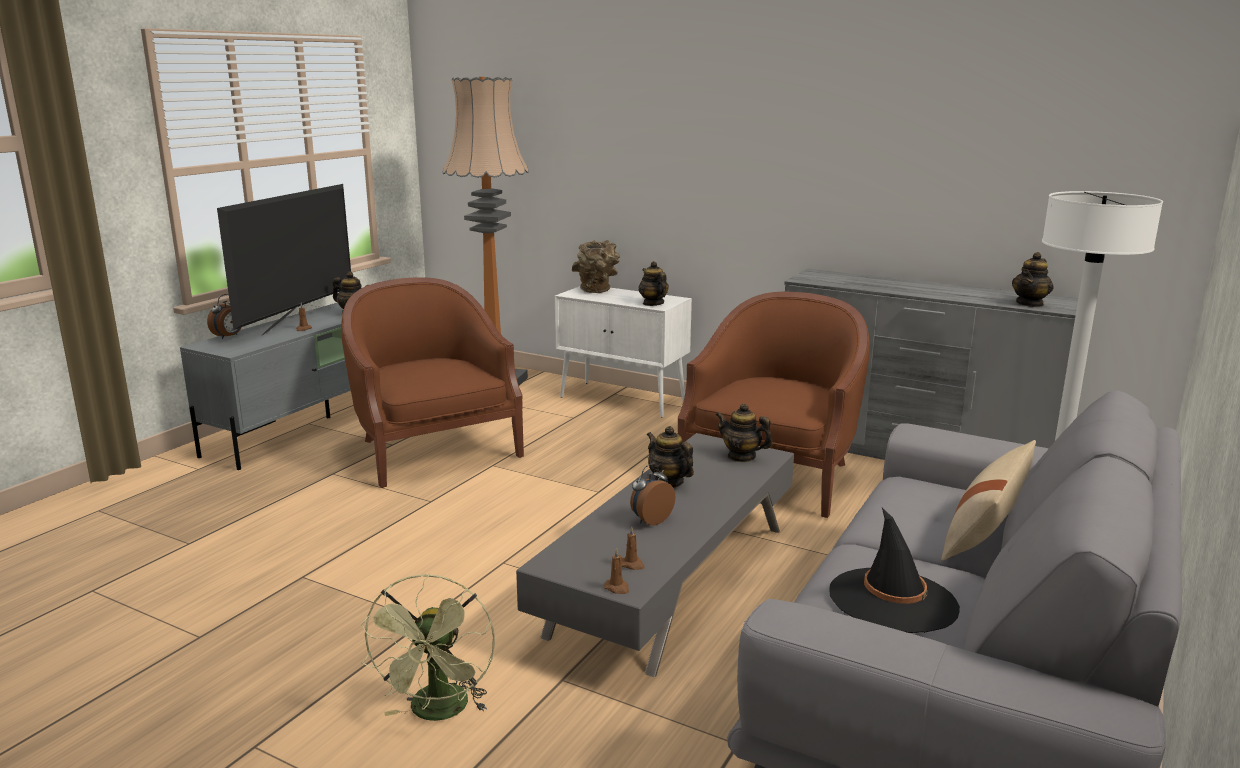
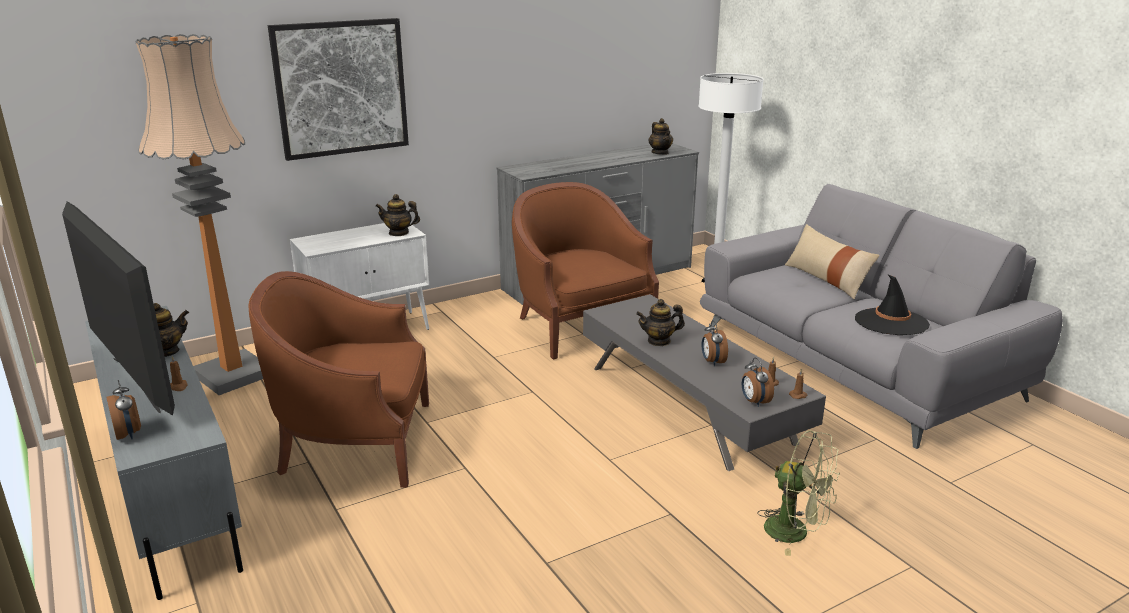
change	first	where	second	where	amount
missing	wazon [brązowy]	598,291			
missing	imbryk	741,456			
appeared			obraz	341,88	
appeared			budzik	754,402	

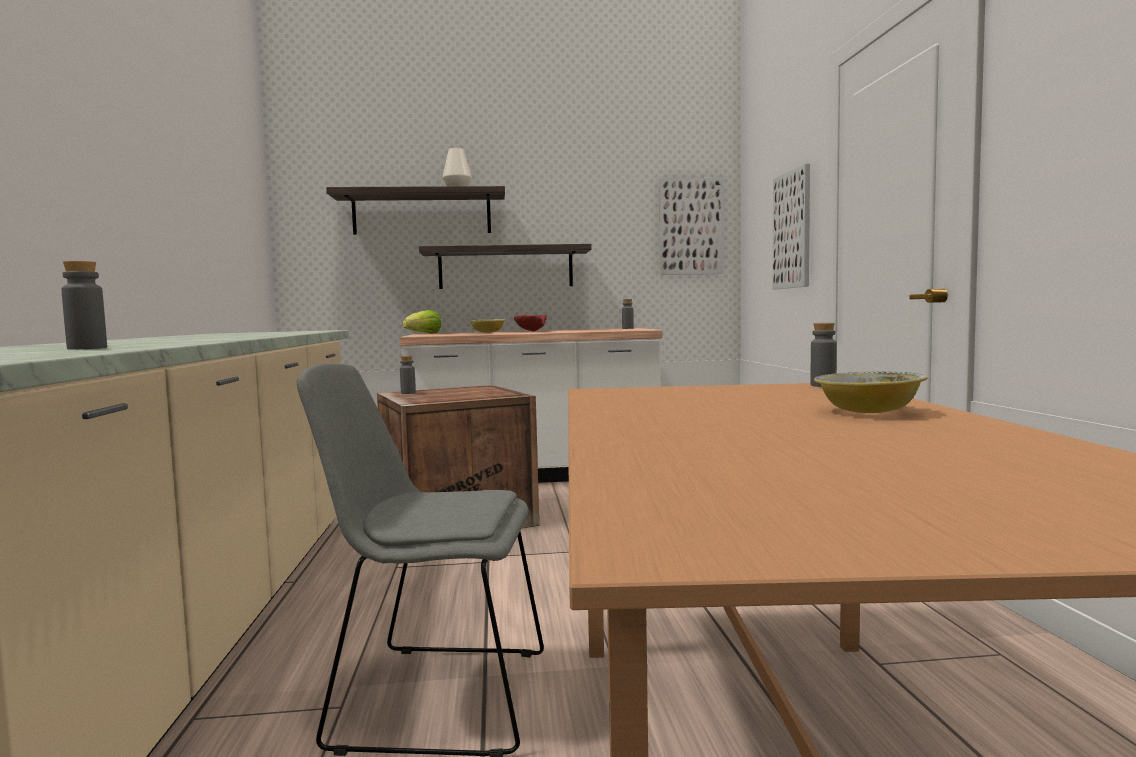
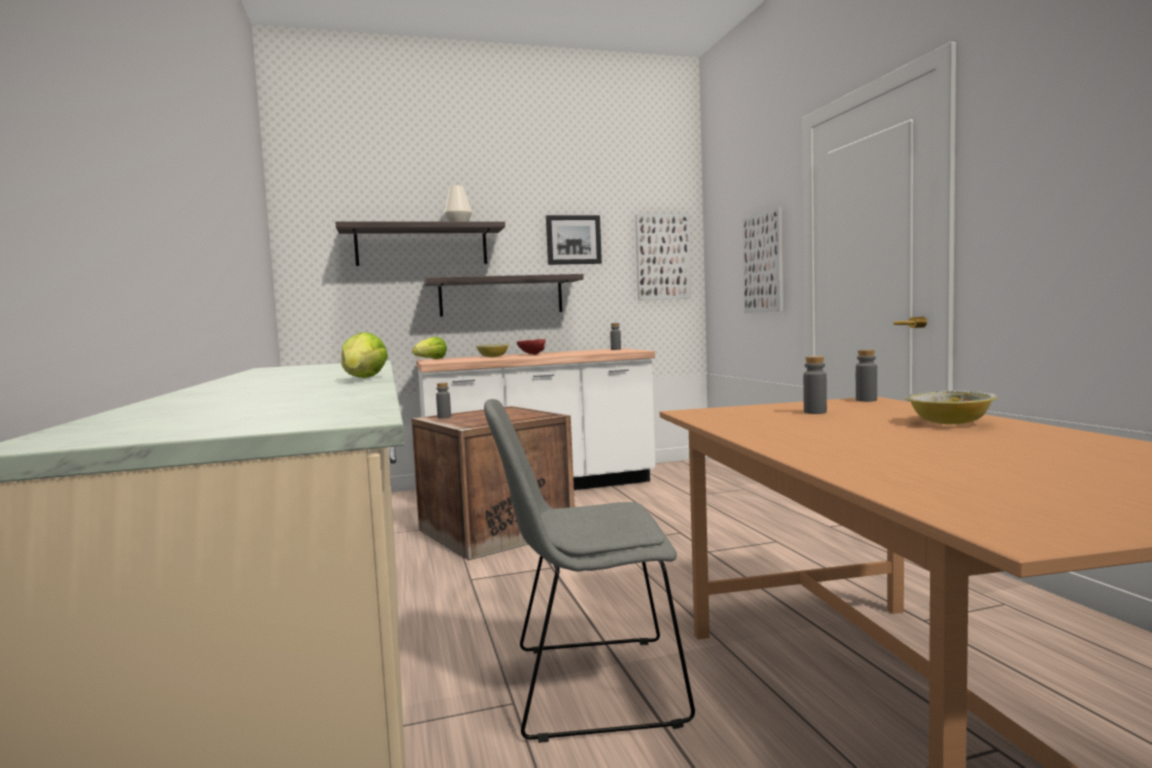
change	first	where	second	where	amount
relocated	butelka [szary]	87,348		815,412	
appeared			sałata	363,379	
appeared			obraz	573,240	

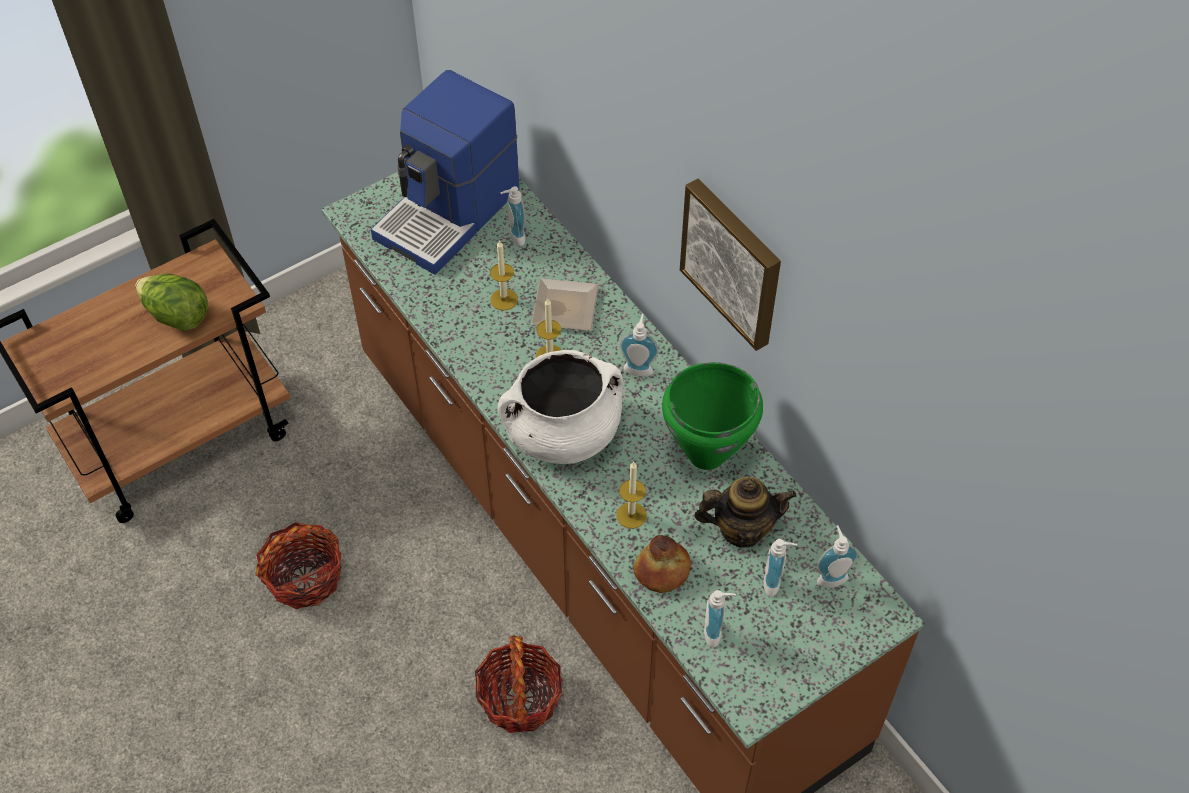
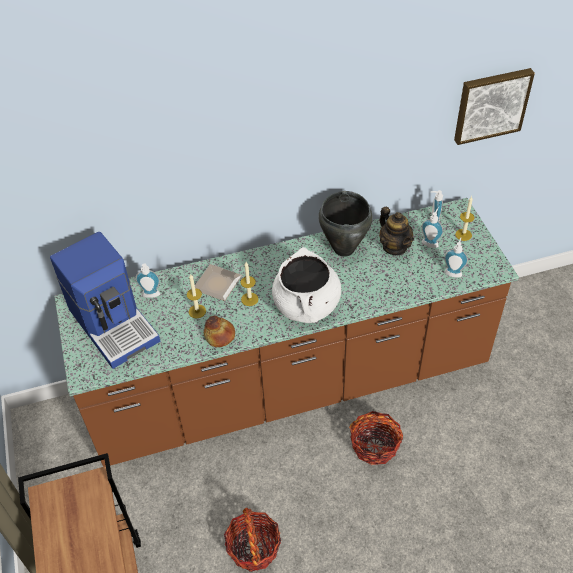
change	first	where	second	where	amount
missing	sałata	177,316			
relocated	świeca	631,515		463,235	
missing	dozownik mydła	638,367			
relocated	chleb	662,571		220,335	
colour	garnek [zielony]	705,454	garnek [czarny]	343,249	
relocated	obraz	733,262		491,104	
spun	imbryk	741,528		394,247	135 degrees clockwise

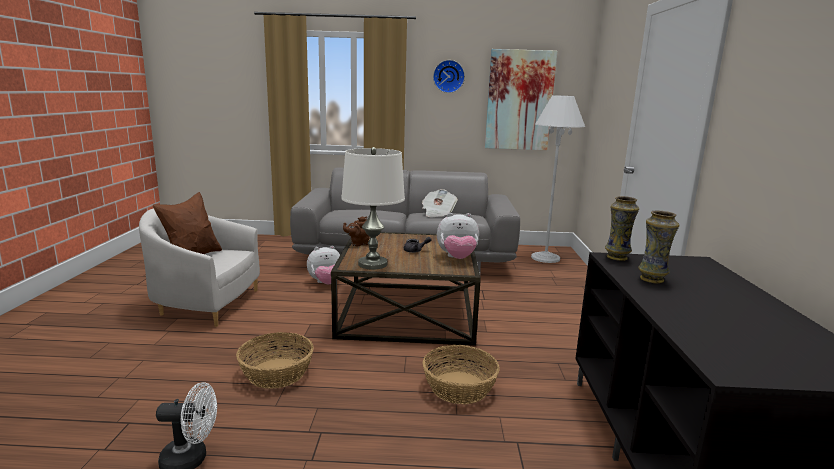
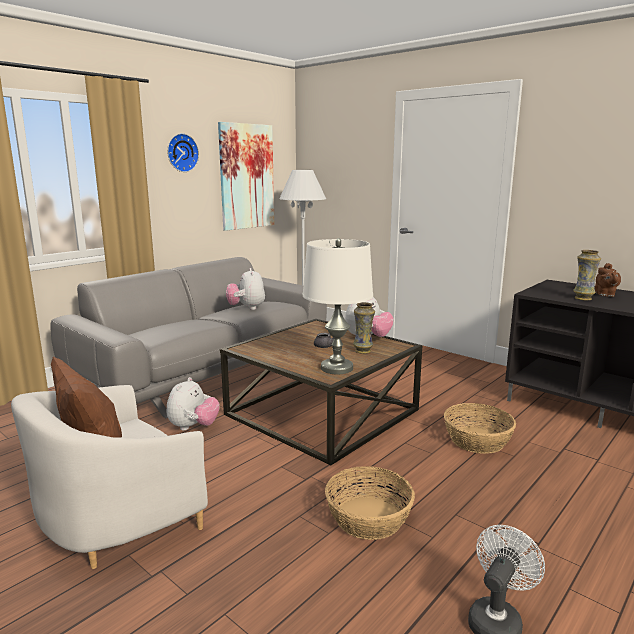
change	first	where	second	where	amount
relocated	imbryk [brązowy]	358,244		605,295	
exchanged	gazeta	438,213	pluszak	246,308	
relocated	wazon	617,257		363,351	

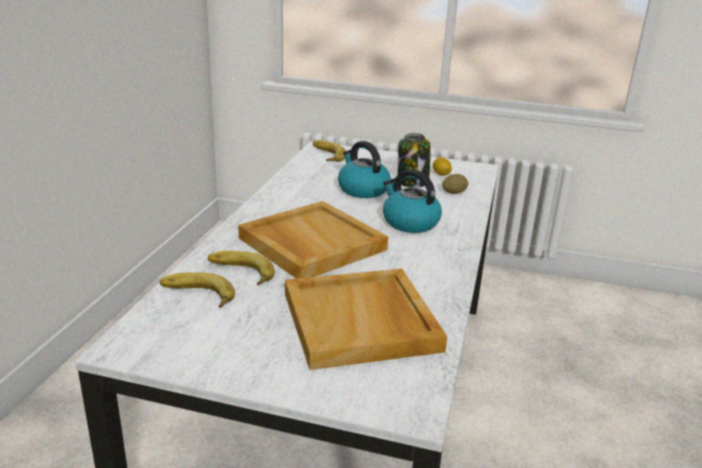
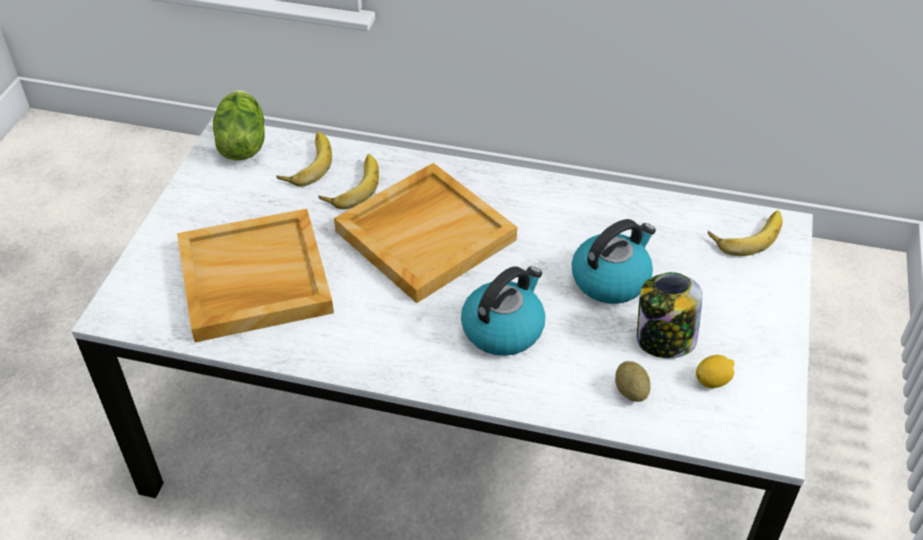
change	first	where	second	where	amount
appeared			sałata	241,144	

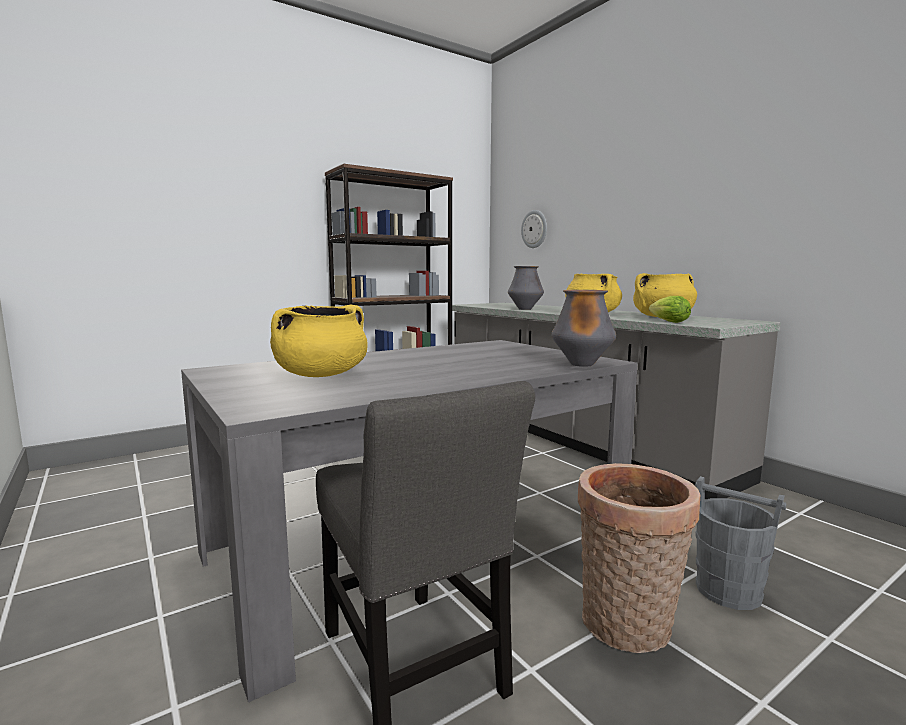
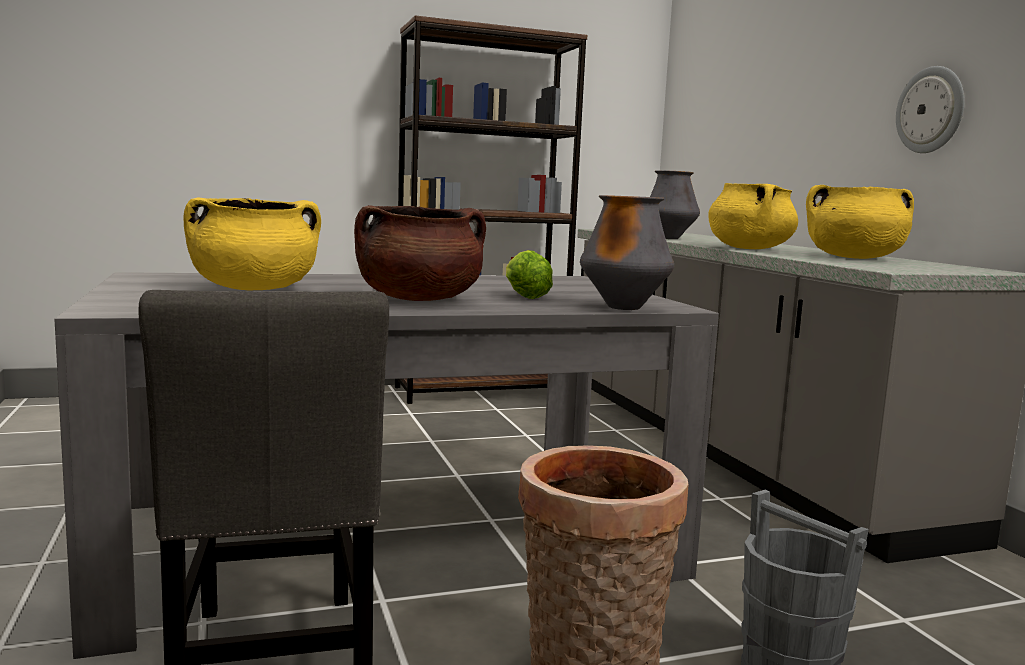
change	first	where	second	where	amount
relocated	zegar ścienny	534,229		931,110	
relocated	sałata	667,322		524,296	
appeared			garnek [brązowy]	419,299	

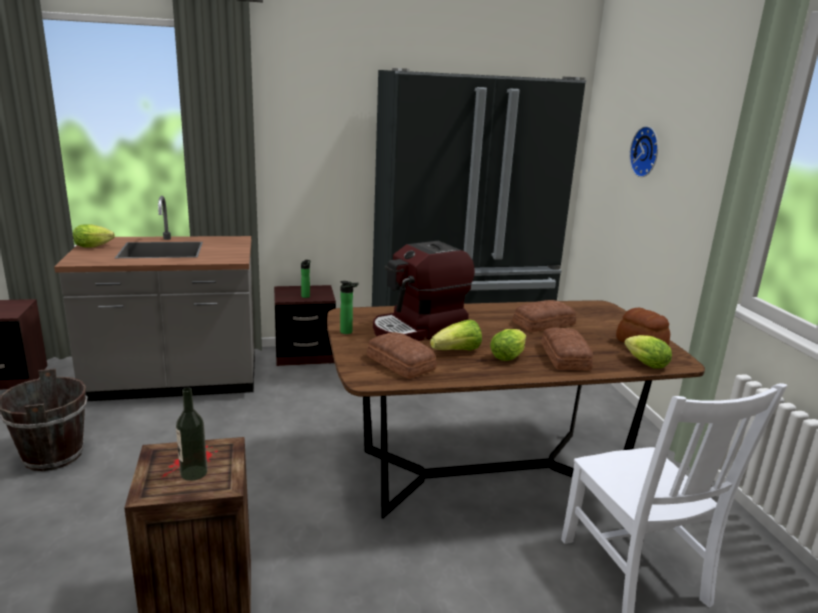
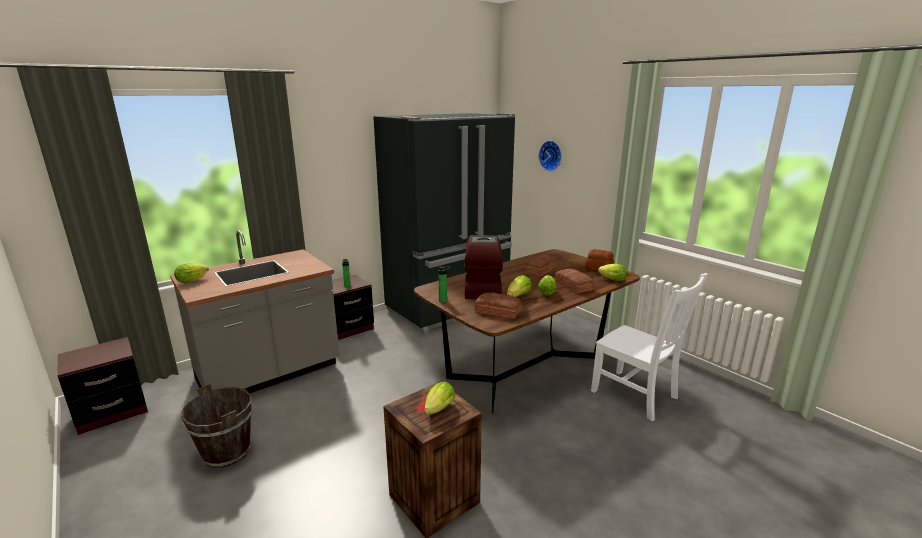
change	first	where	second	where	amount
exchanged	butelka	194,473	sałata	438,410	
spun	ekspres do kawy	419,329		482,288	150 degrees clockwise

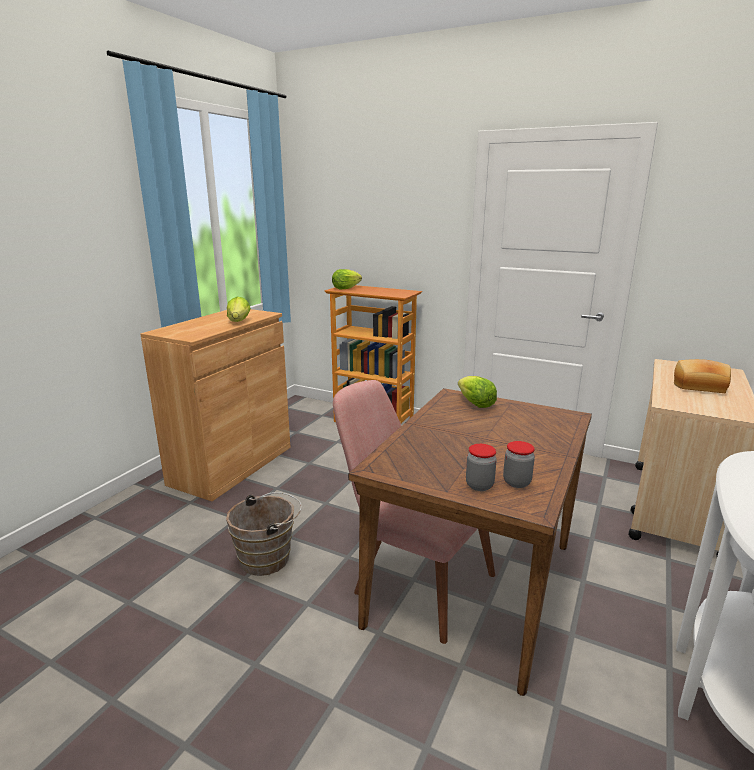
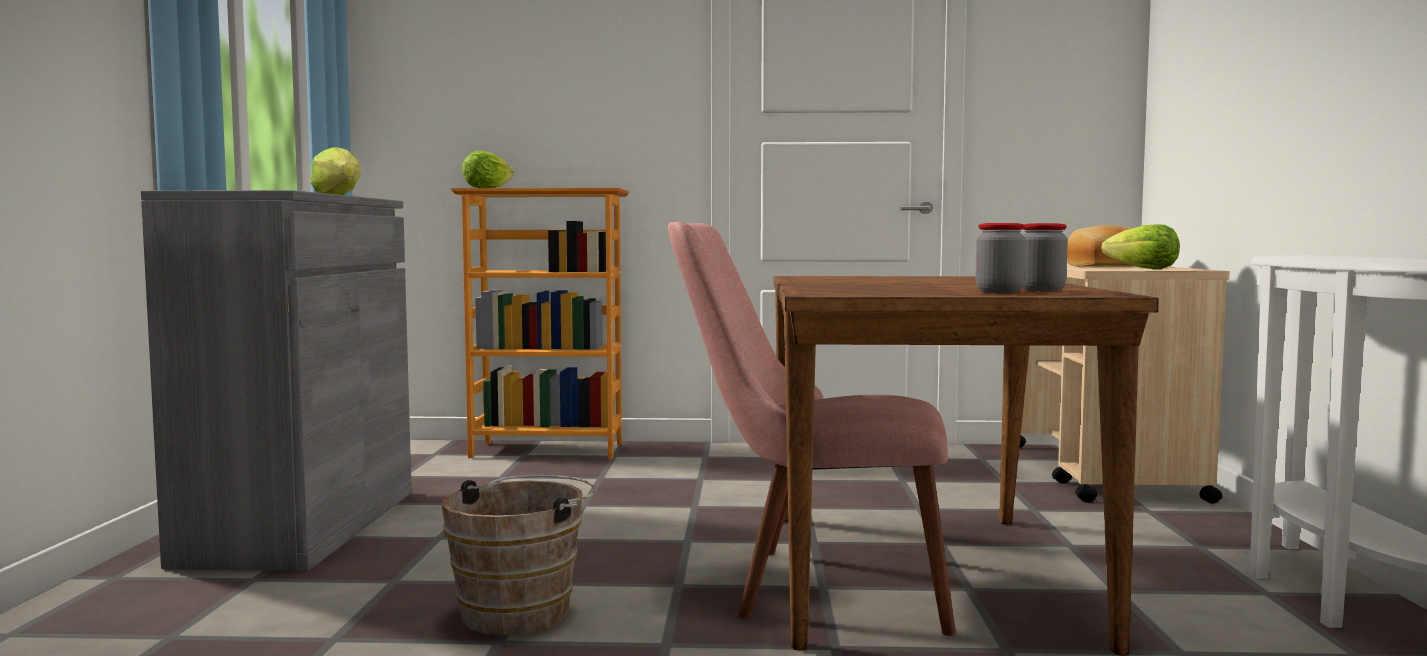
change	first	where	second	where	amount
colour	szafka [brązowy]	232,465	szafka [szary]	302,526	
relocated	sałata	475,404		1143,269	

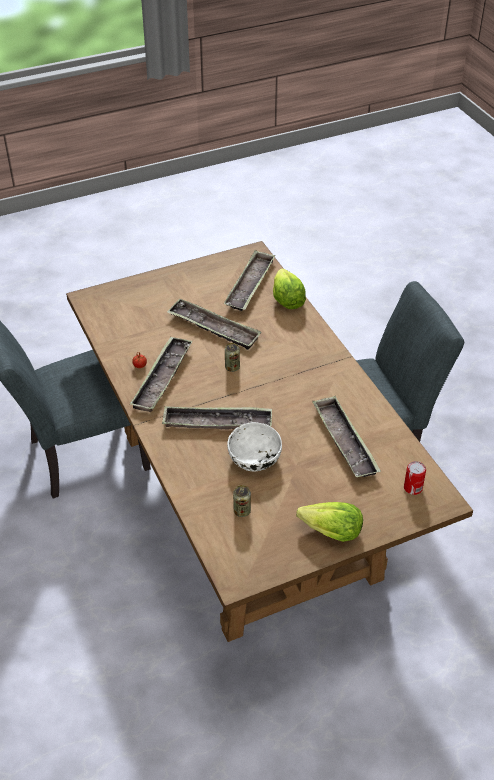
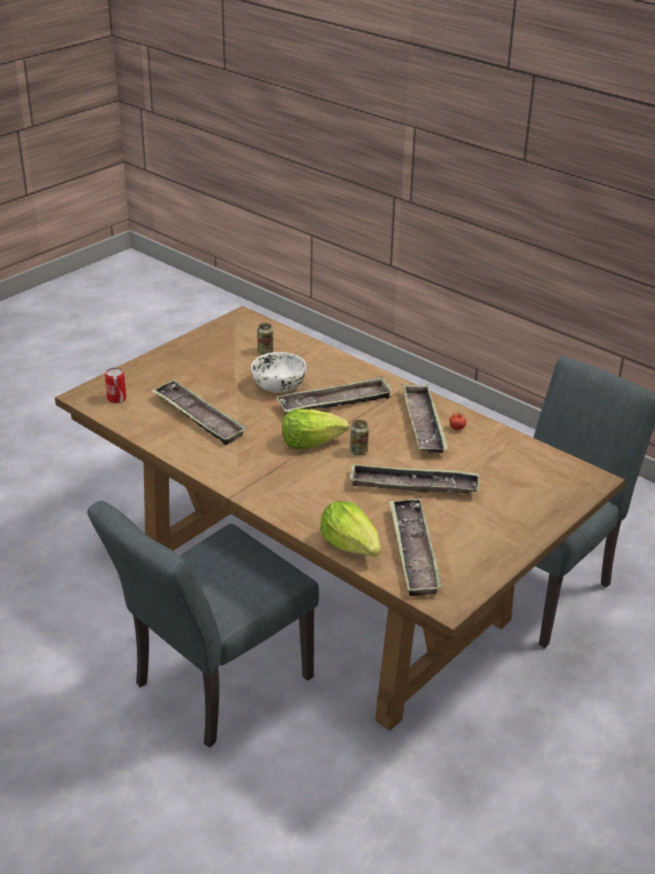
change	first	where	second	where	amount
relocated	sałata	331,532		311,442	

